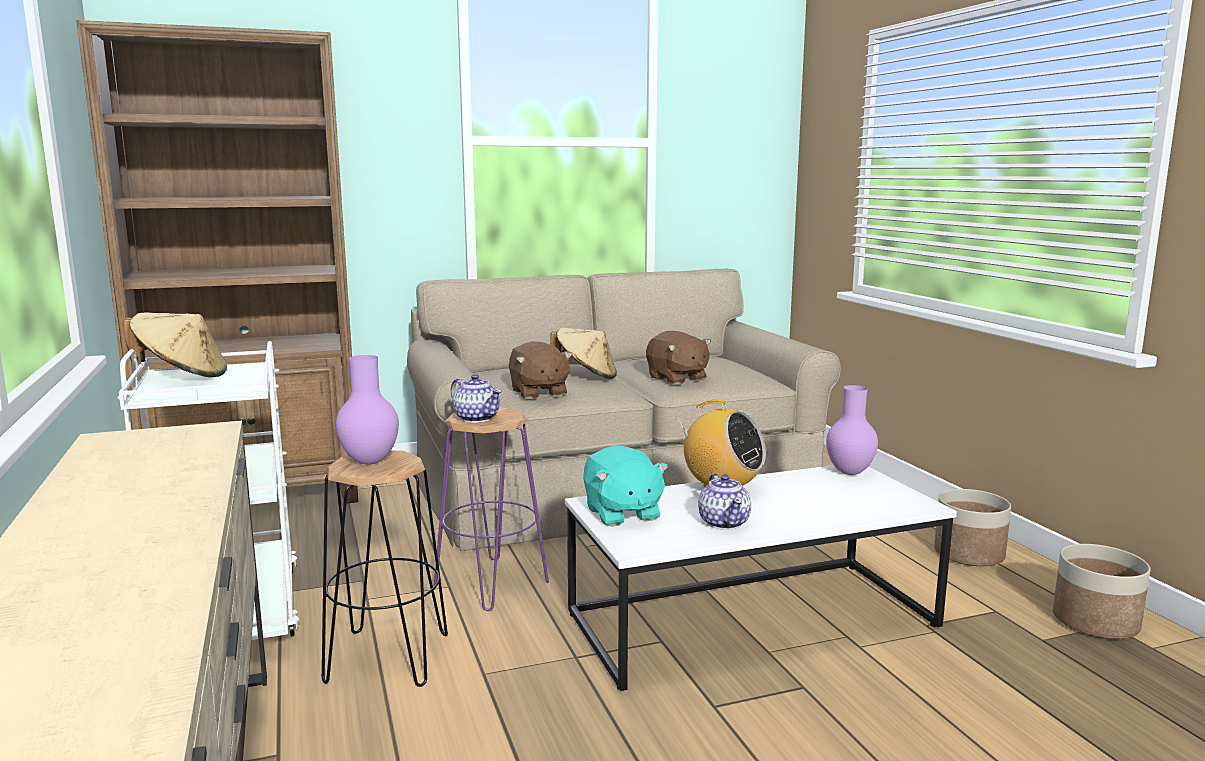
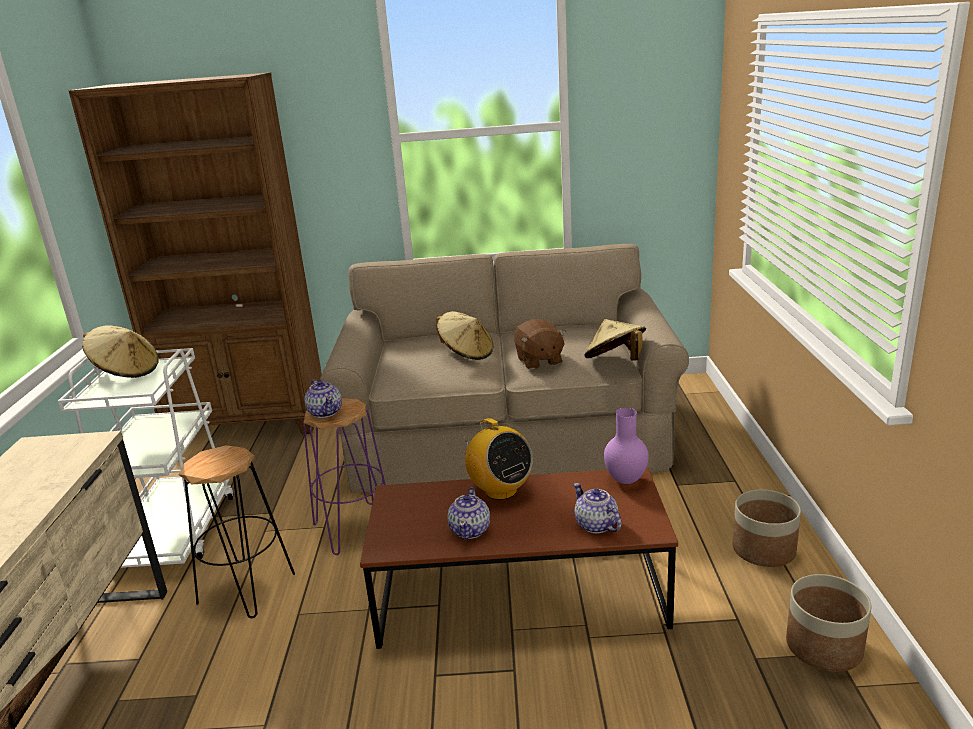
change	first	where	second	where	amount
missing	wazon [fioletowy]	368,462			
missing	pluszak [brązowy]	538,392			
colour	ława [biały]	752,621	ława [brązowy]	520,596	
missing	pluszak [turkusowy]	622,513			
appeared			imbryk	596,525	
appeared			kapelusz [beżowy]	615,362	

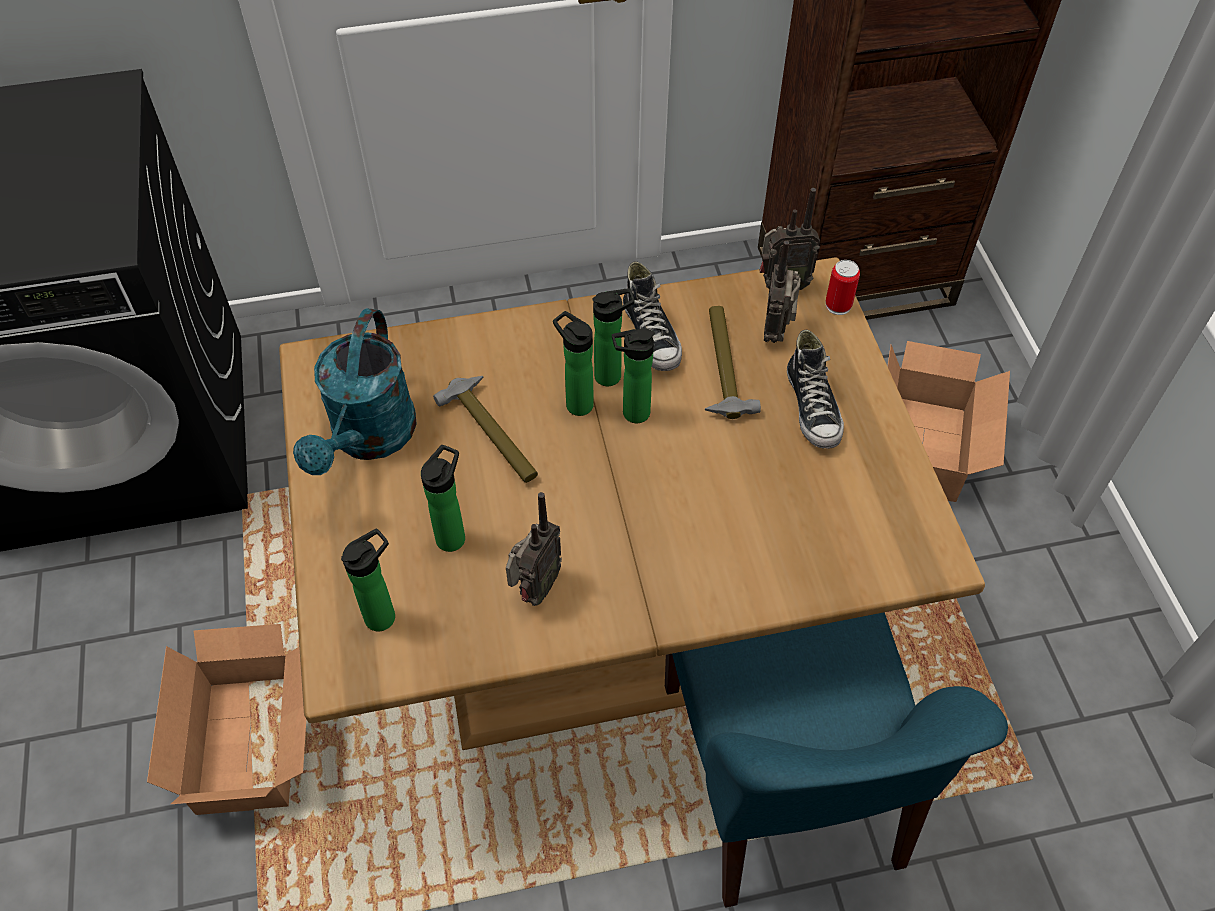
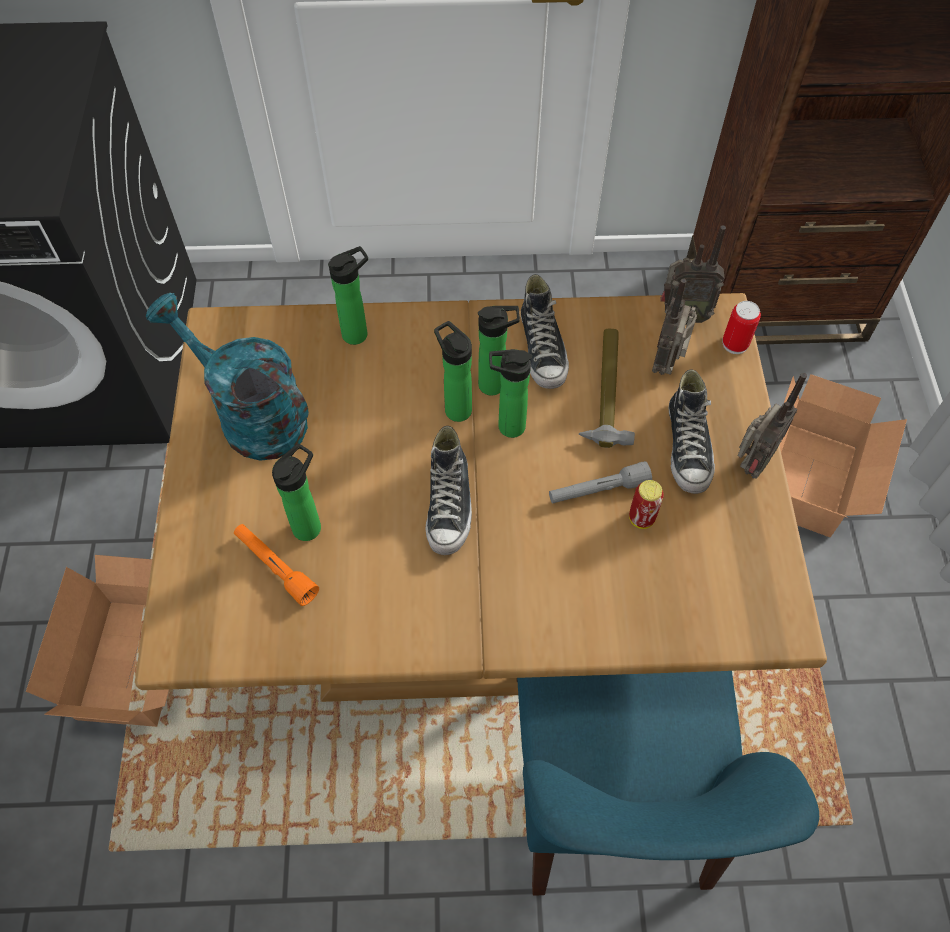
change	first	where	second	where	amount
spun	konewka [turkusowy]	369,439		251,415	105 degrees clockwise
relocated	butelka	384,615		358,333	
missing	młotek	492,435			
relocated	radio	534,589		750,464	
appeared			latarka [pomarańczowy]	275,567	
appeared			but	449,505	
appeared			latarka [szary]	598,490	
appeared			puszka	641,518	

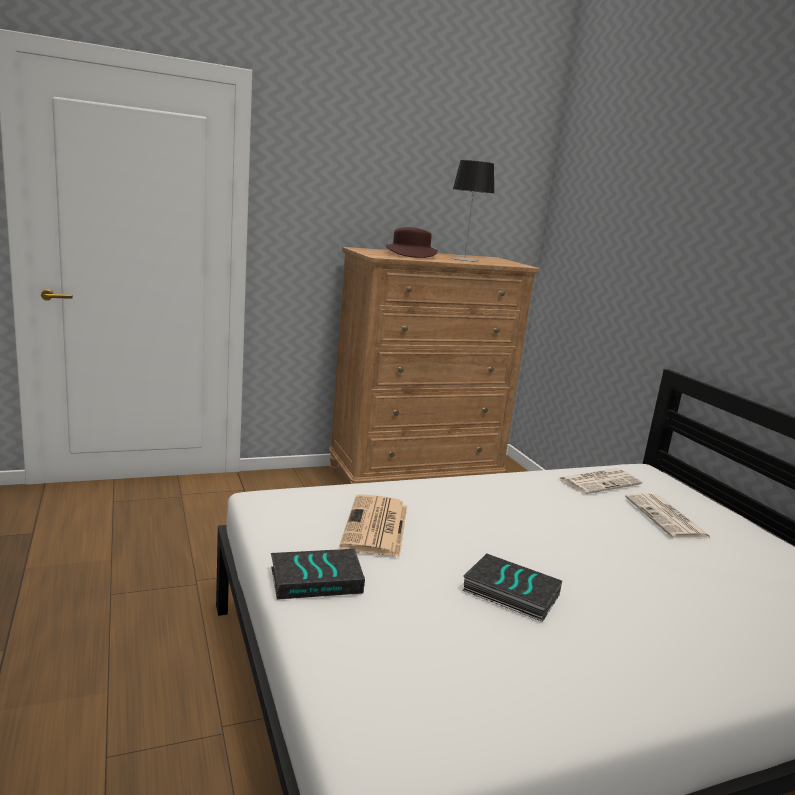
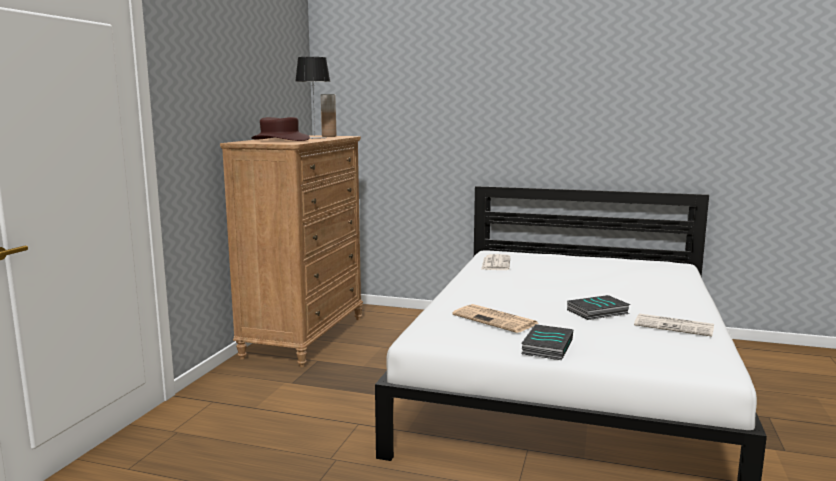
change	first	where	second	where	amount
relocated	gazeta	667,518		675,326	
appeared			wazon [brązowy]	329,136	

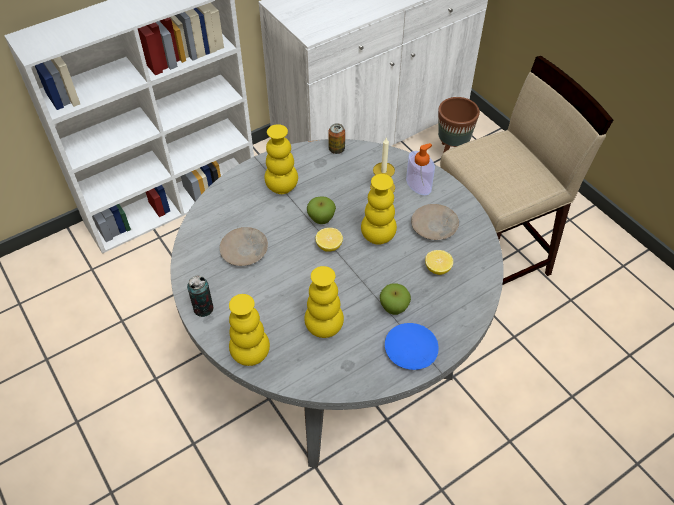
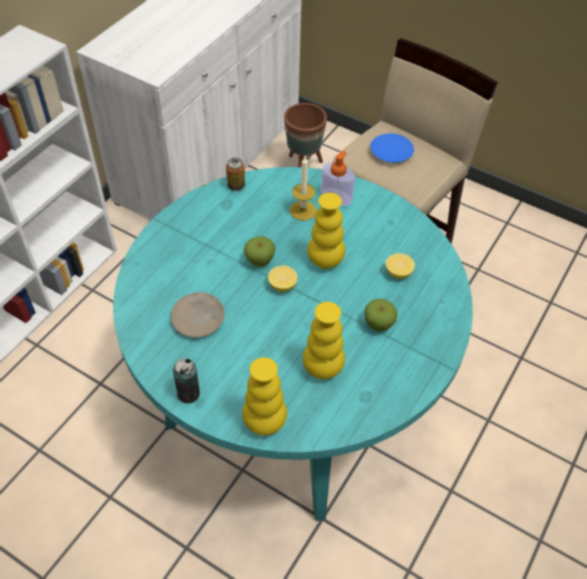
change	first	where	second	where	amount
colour	stół jadalny [szary]	337,356	stół jadalny [turkusowy]	290,401	
missing	wazon [żółty]	282,187			
relocated	talerz [niebieski]	411,350		391,153	
missing	talerz [beżowy]	435,226			

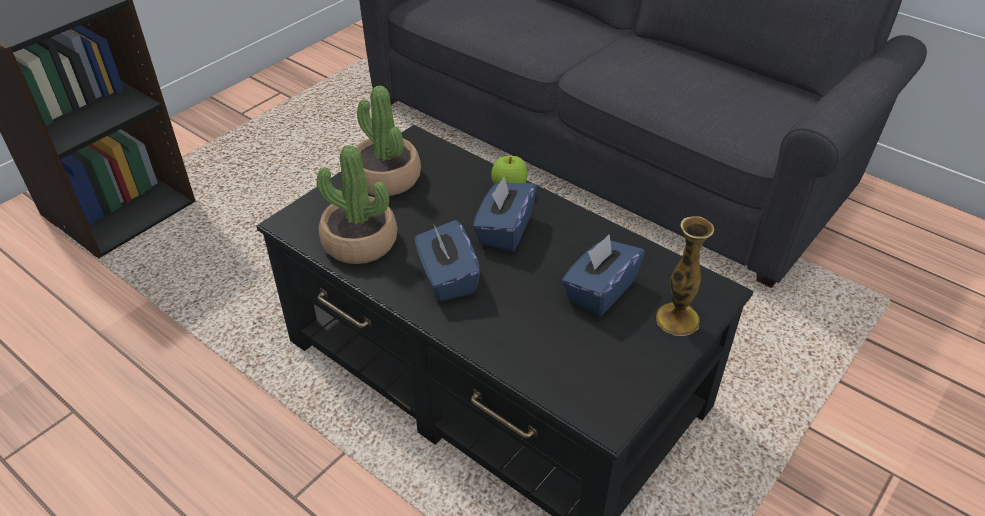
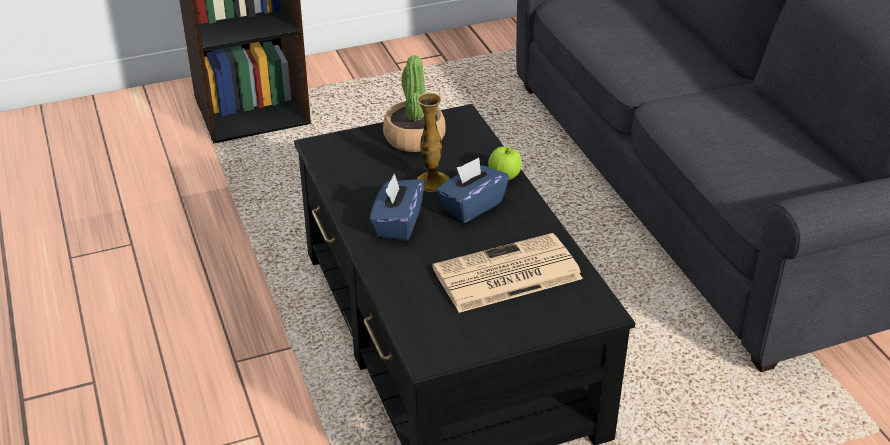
change	first	where	second	where	amount
missing	roślina doniczkowa	359,242			
exchanged	pudełko chusteczek [niebieski]	600,291	gazeta	505,275	
relocated	wazon	677,319		432,181	

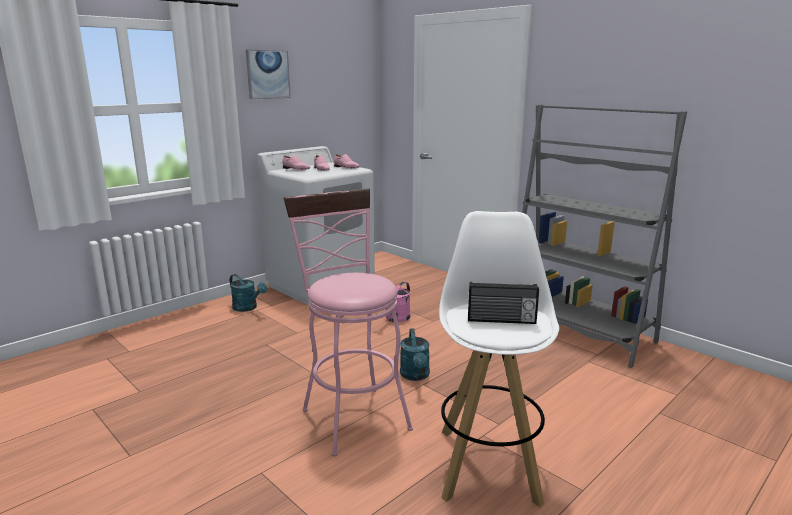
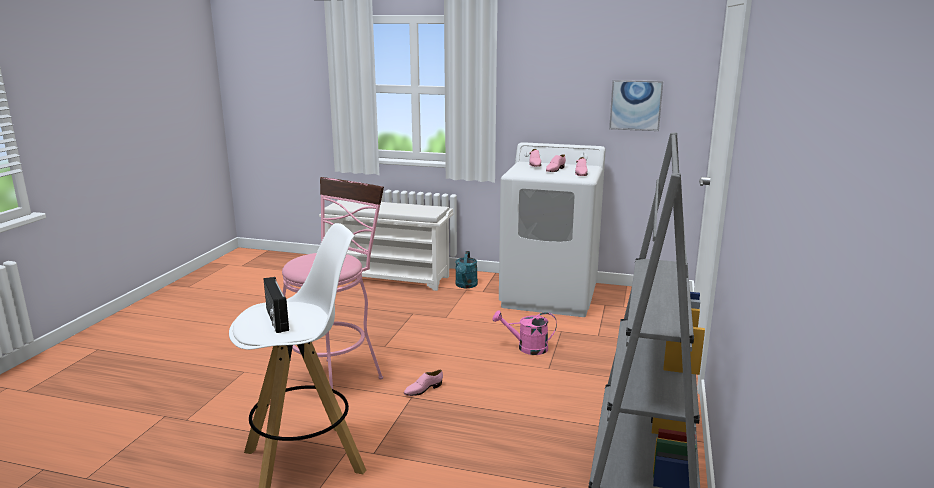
change	first	where	second	where	amount
relocated	obraz	268,74		635,105	
exchanged	konewka [turkusowy]	415,376	but [różowy]	423,389	
appeared			regał na buty [biały]	390,277	

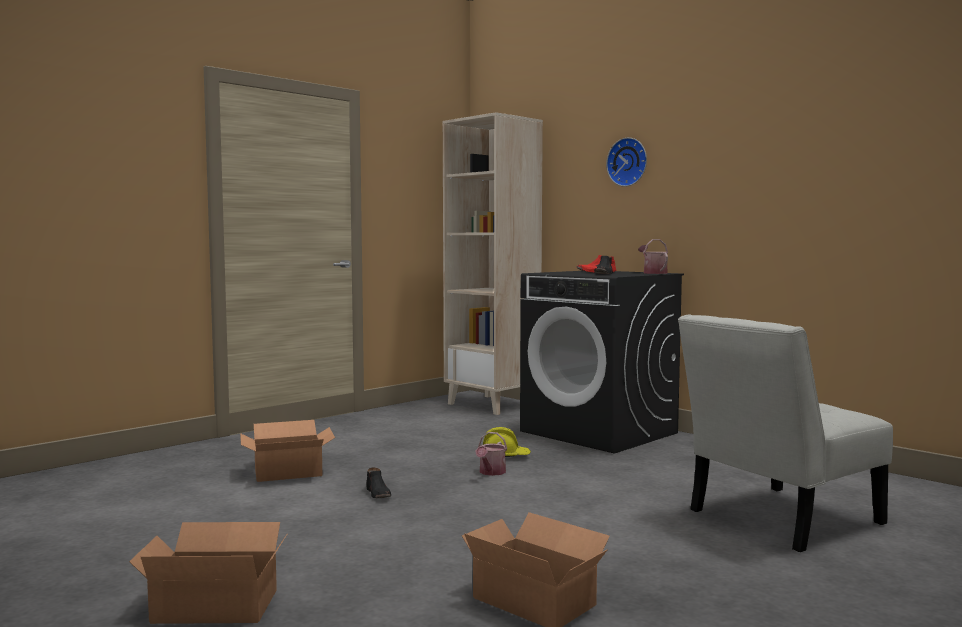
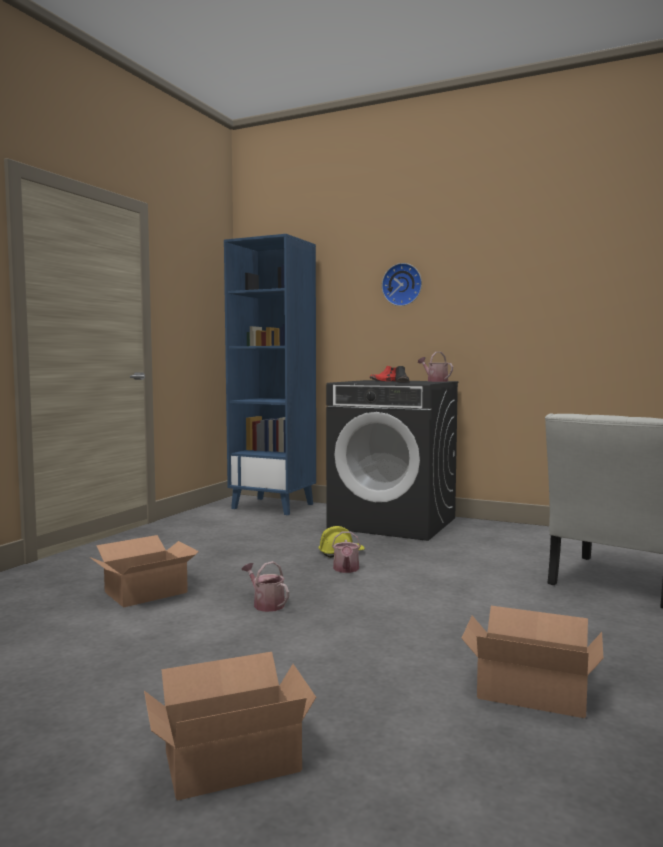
change	first	where	second	where	amount
exchanged	but [czarny]	378,494	konewka	266,604	
colour	regał [beżowy]	493,405	regał [niebieski]	273,506	

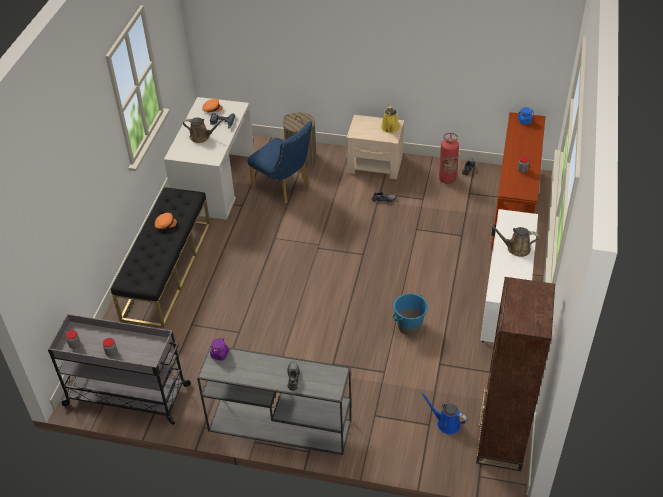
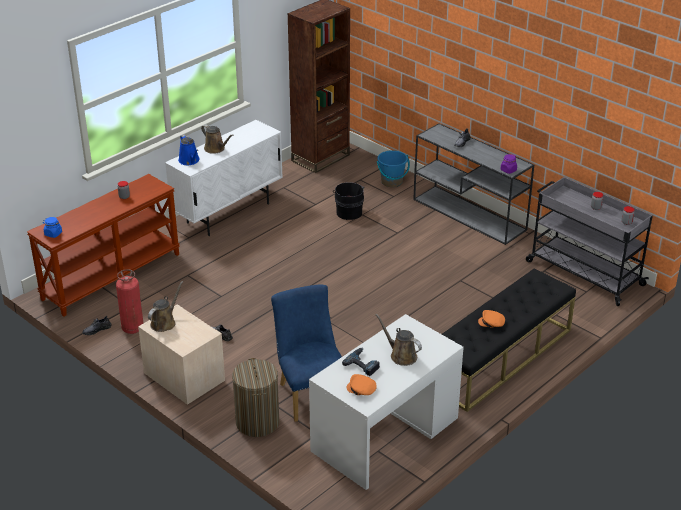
change	first	where	second	where	amount
colour	konewka [żółty]	390,128	konewka [brązowy]	164,322	
relocated	wiadro [niebieski]	409,326		392,182	
relocated	konewka [niebieski]	446,423		189,161	
appeared			wiadro [czarny]	349,212	

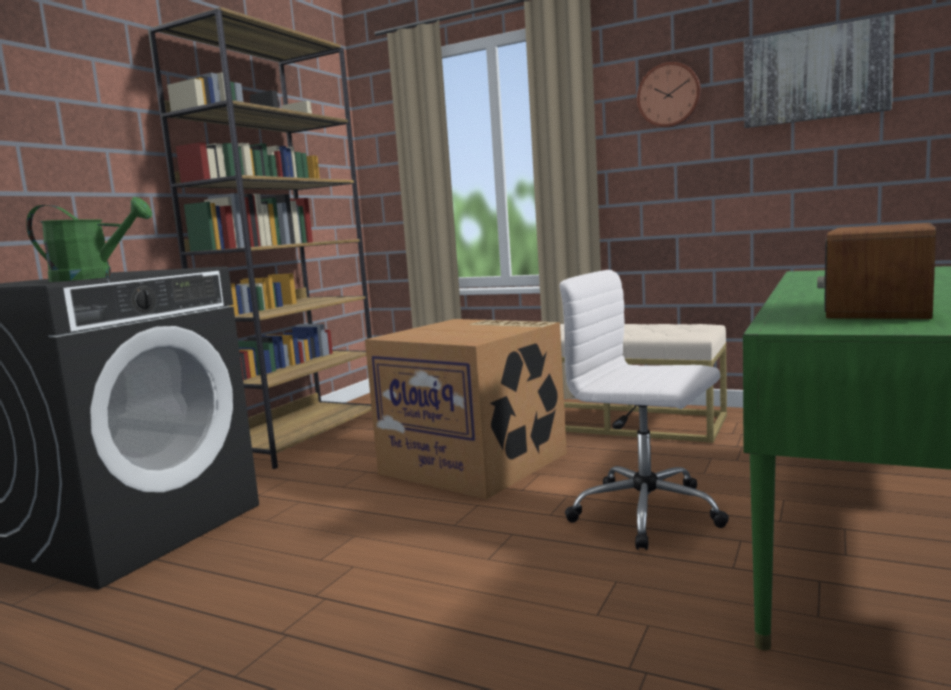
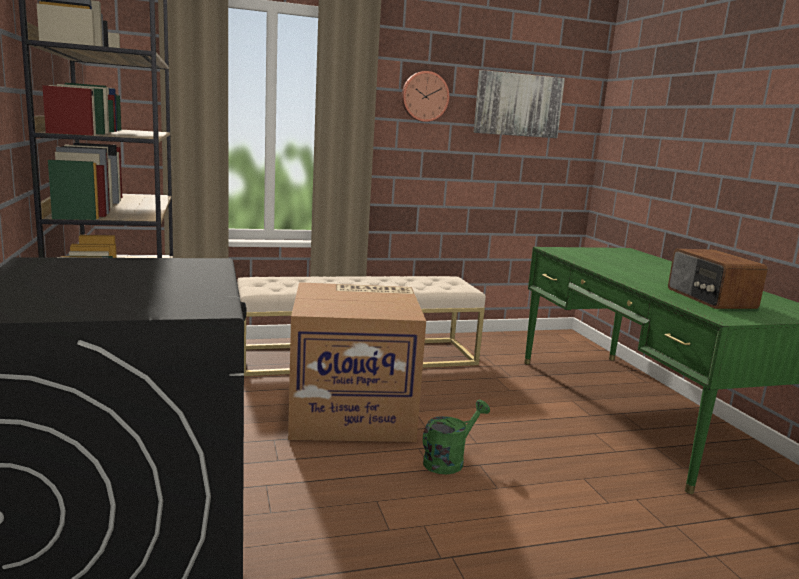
change	first	where	second	where	amount
relocated	konewka [zielony]	93,278		449,460	
missing	krzesło biurowe [biały]	648,513			

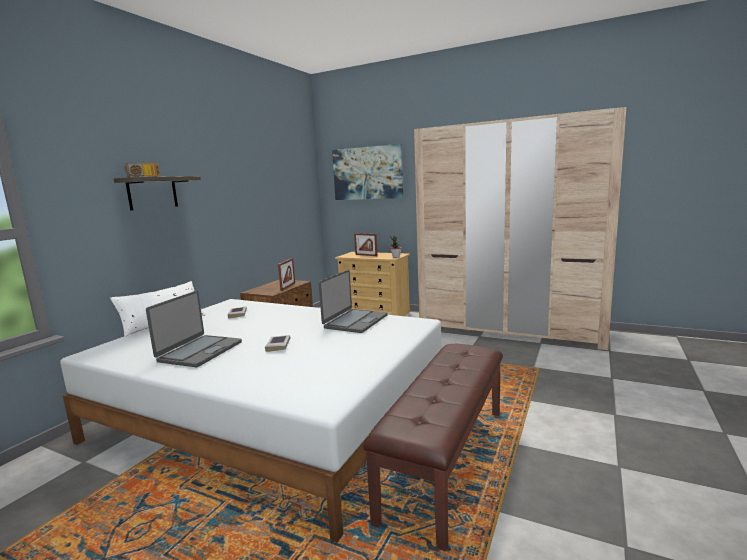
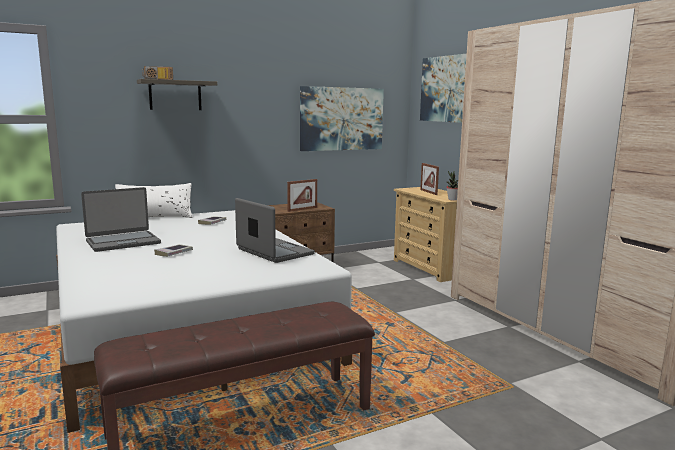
change	first	where	second	where	amount
spun	laptop	355,321		274,252	105 degrees counterclockwise
appeared			obraz	341,119	

